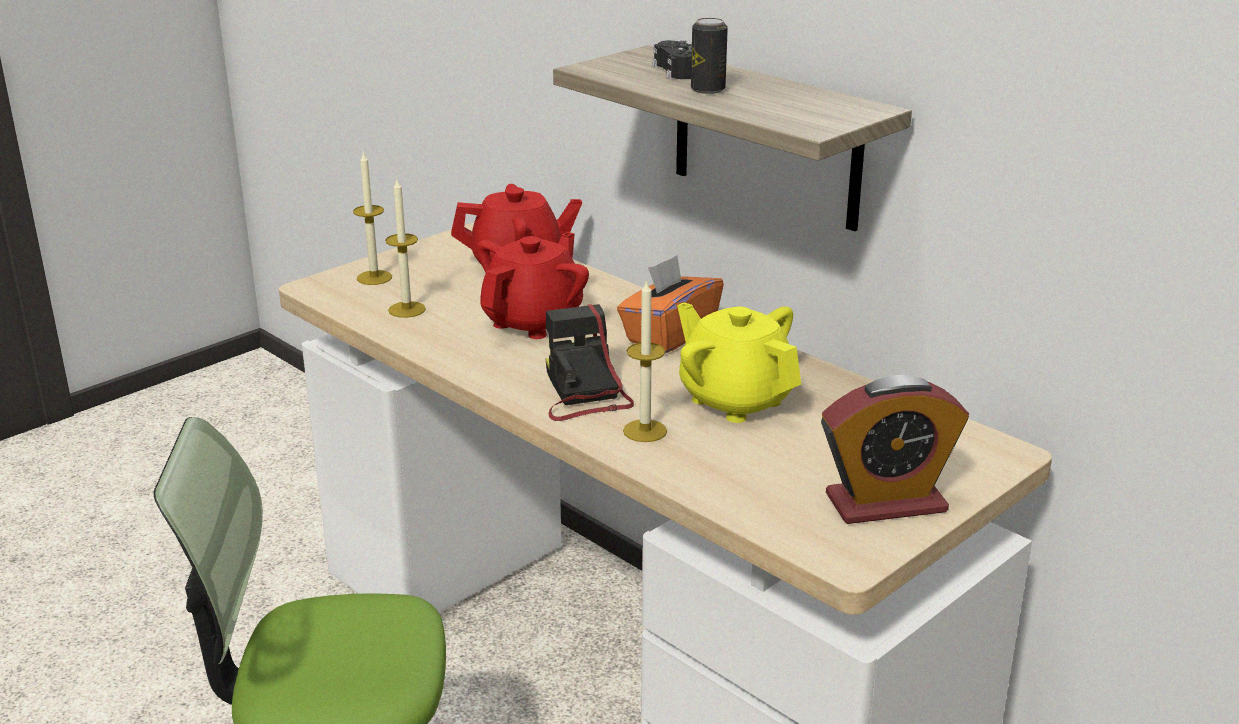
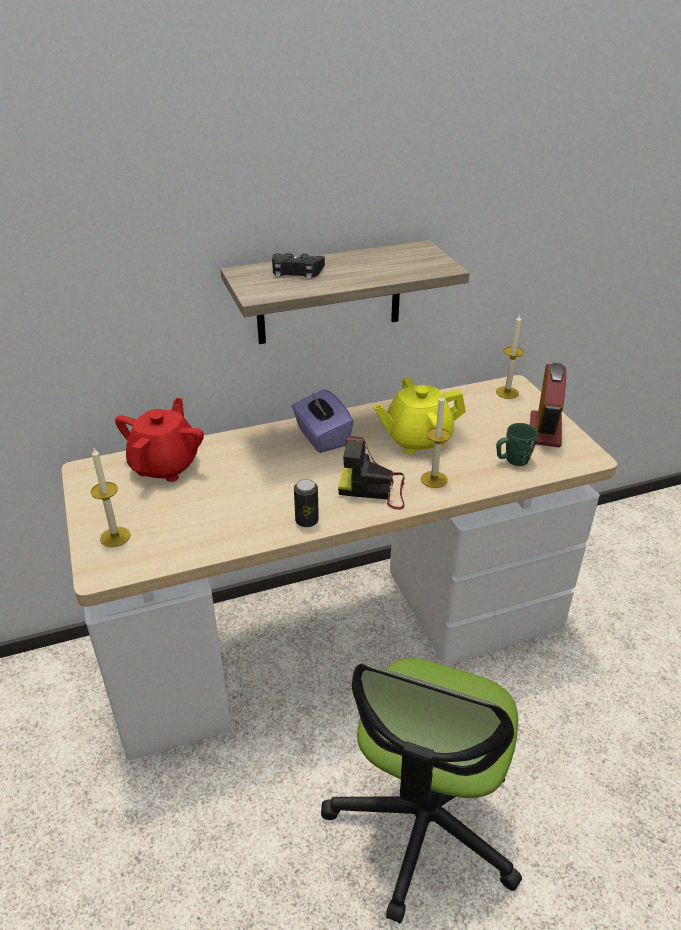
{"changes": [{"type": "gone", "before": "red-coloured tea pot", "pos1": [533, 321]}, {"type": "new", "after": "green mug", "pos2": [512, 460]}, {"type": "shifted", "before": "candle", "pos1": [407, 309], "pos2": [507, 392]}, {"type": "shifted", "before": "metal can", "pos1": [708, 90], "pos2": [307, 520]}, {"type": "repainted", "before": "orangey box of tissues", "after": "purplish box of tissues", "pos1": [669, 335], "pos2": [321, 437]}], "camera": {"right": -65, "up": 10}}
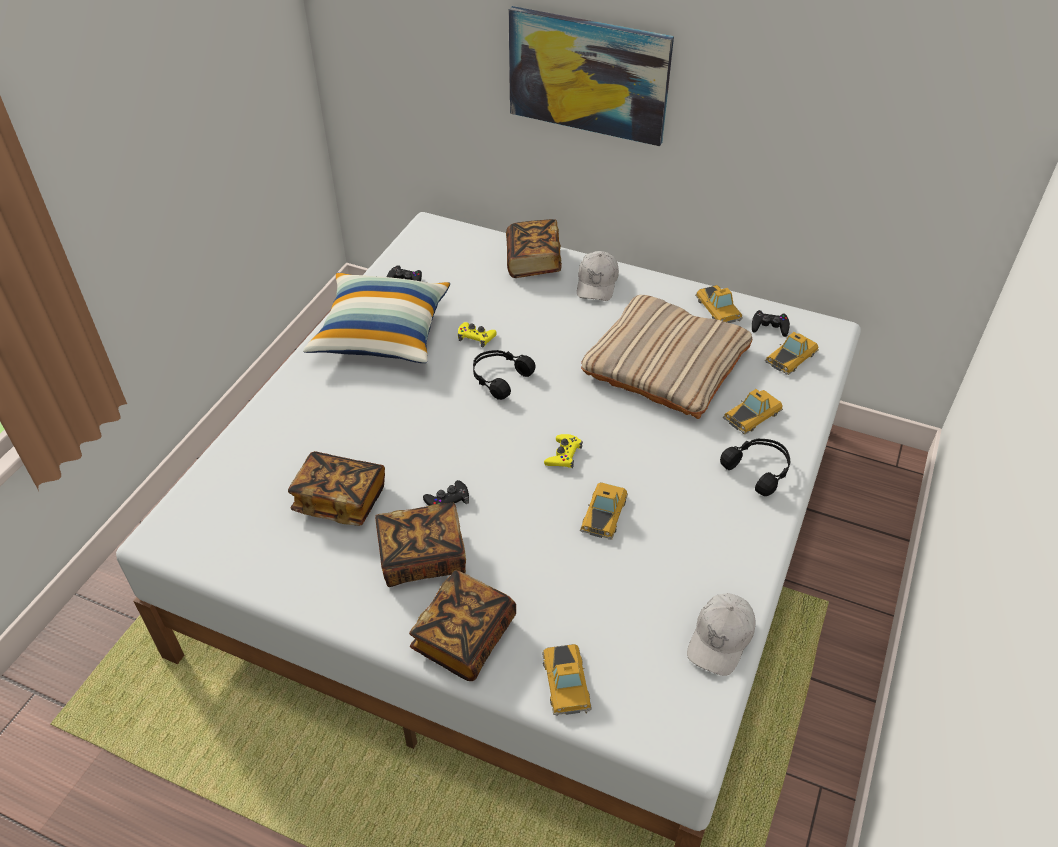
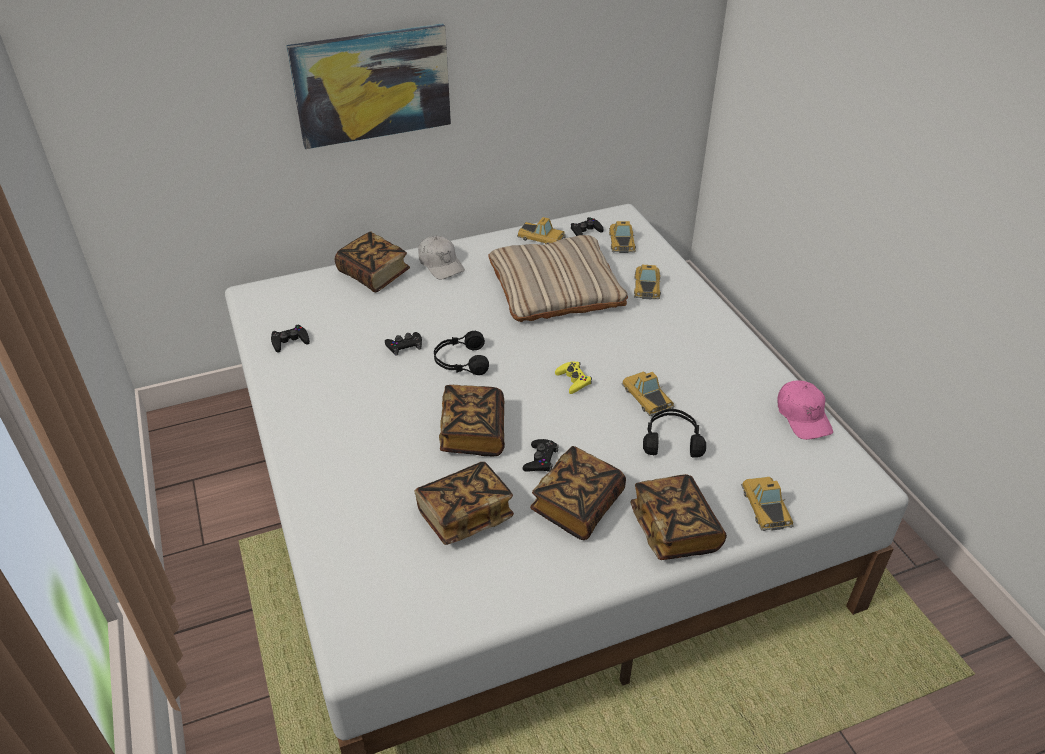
{"changes": [{"type": "gone", "before": "throw pillow", "pos1": [381, 333]}, {"type": "new", "after": "book", "pos2": [473, 433]}, {"type": "shifted", "before": "black headphones", "pos1": [758, 469], "pos2": [672, 440]}, {"type": "repainted", "before": "yellow joypad", "after": "black joypad", "pos1": [476, 337], "pos2": [404, 346]}, {"type": "repainted", "before": "white cap", "after": "pinkish cap", "pos1": [721, 639], "pos2": [803, 416]}, {"type": "rotated", "before": "model car", "pos1": [566, 683], "pos2": [766, 506], "turn": -135}], "camera": {"right": -45, "up": -5}}
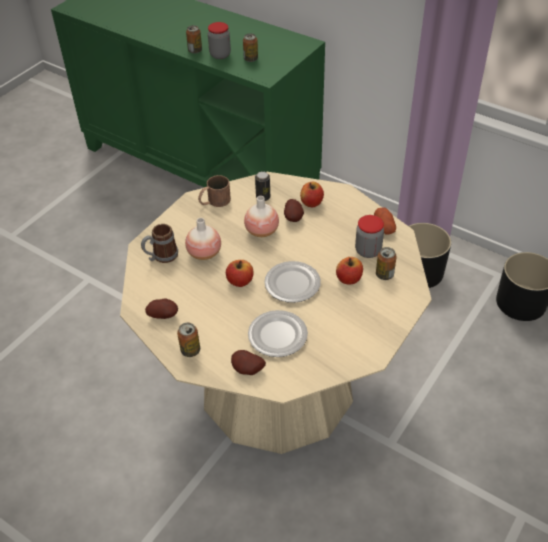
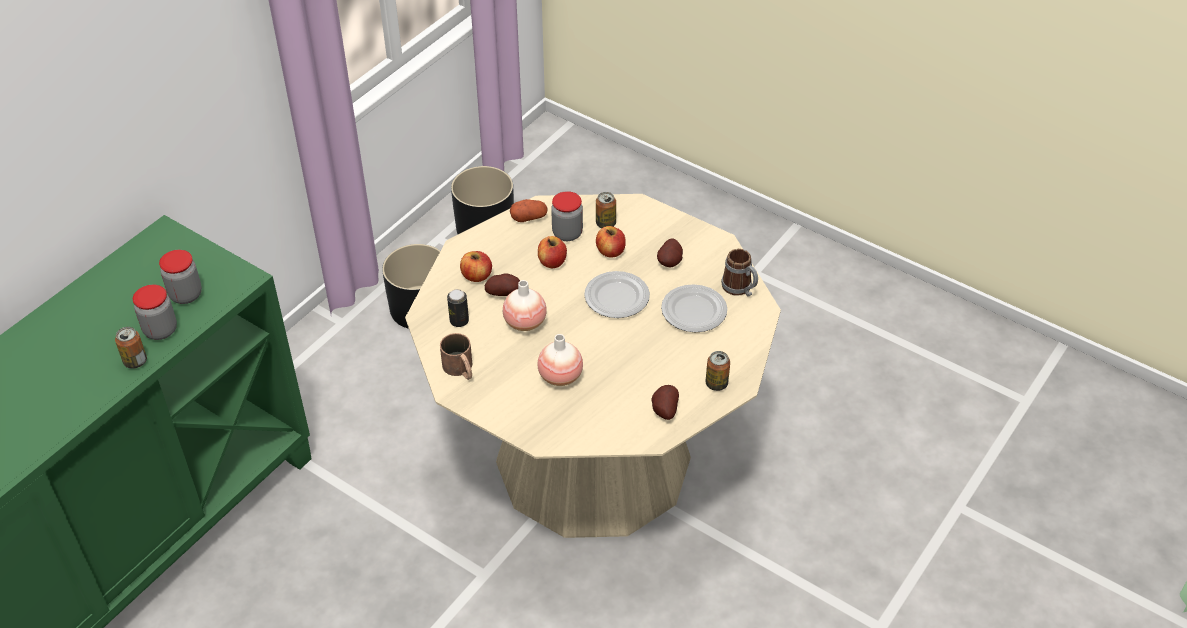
{"changes": [{"type": "shifted", "before": "mug", "pos1": [161, 257], "pos2": [740, 289]}, {"type": "shifted", "before": "apple fruit", "pos1": [240, 281], "pos2": [552, 262]}, {"type": "shifted", "before": "potato", "pos1": [247, 371], "pos2": [670, 262]}, {"type": "swapped", "before": "metal can", "after": "jar", "pos1": [251, 59], "pos2": [186, 295]}], "camera": {"right": -90, "up": 0}}
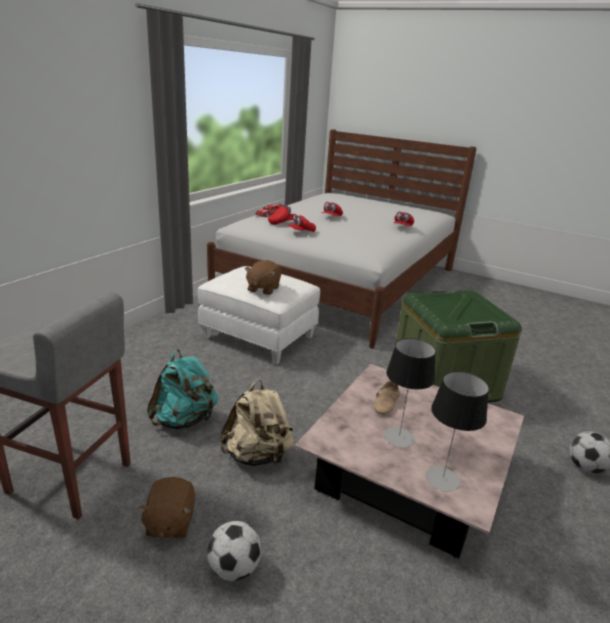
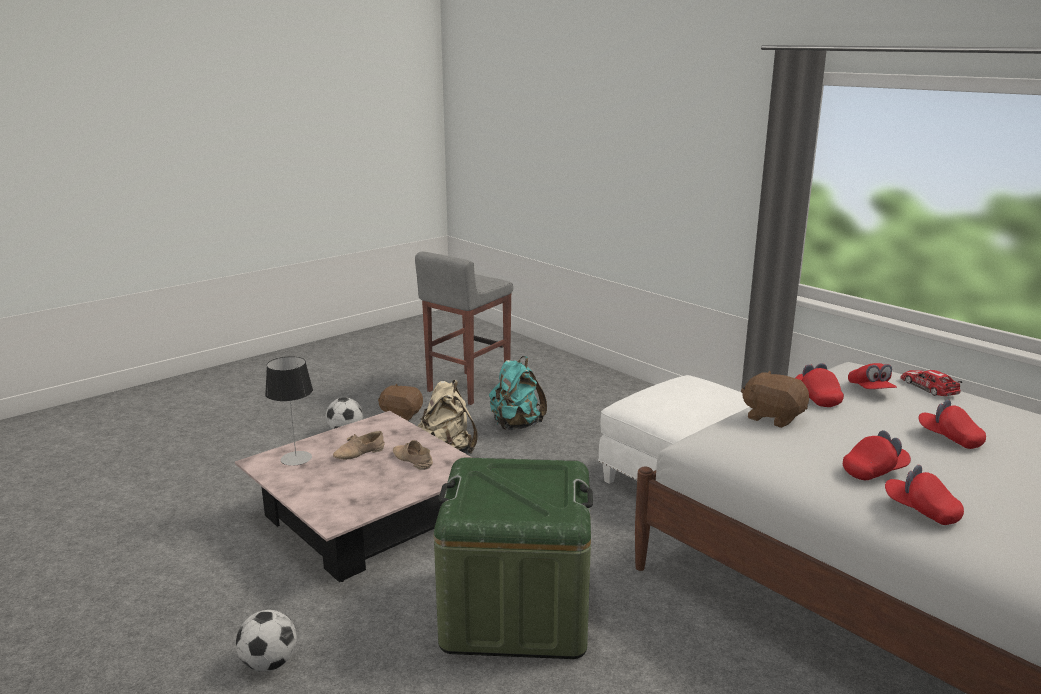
{"changes": [{"type": "new", "after": "red-coloured cap", "pos2": [874, 471]}, {"type": "shifted", "before": "brown cuddly toy", "pos1": [263, 289], "pos2": [773, 417]}, {"type": "swapped", "before": "tabletop lamp", "after": "sand-coloured low shoe", "pos1": [399, 437], "pos2": [359, 453]}], "camera": {"right": 110, "up": -5}}
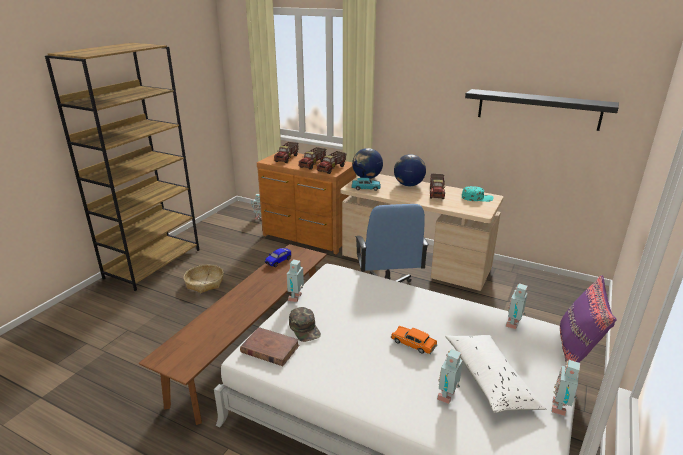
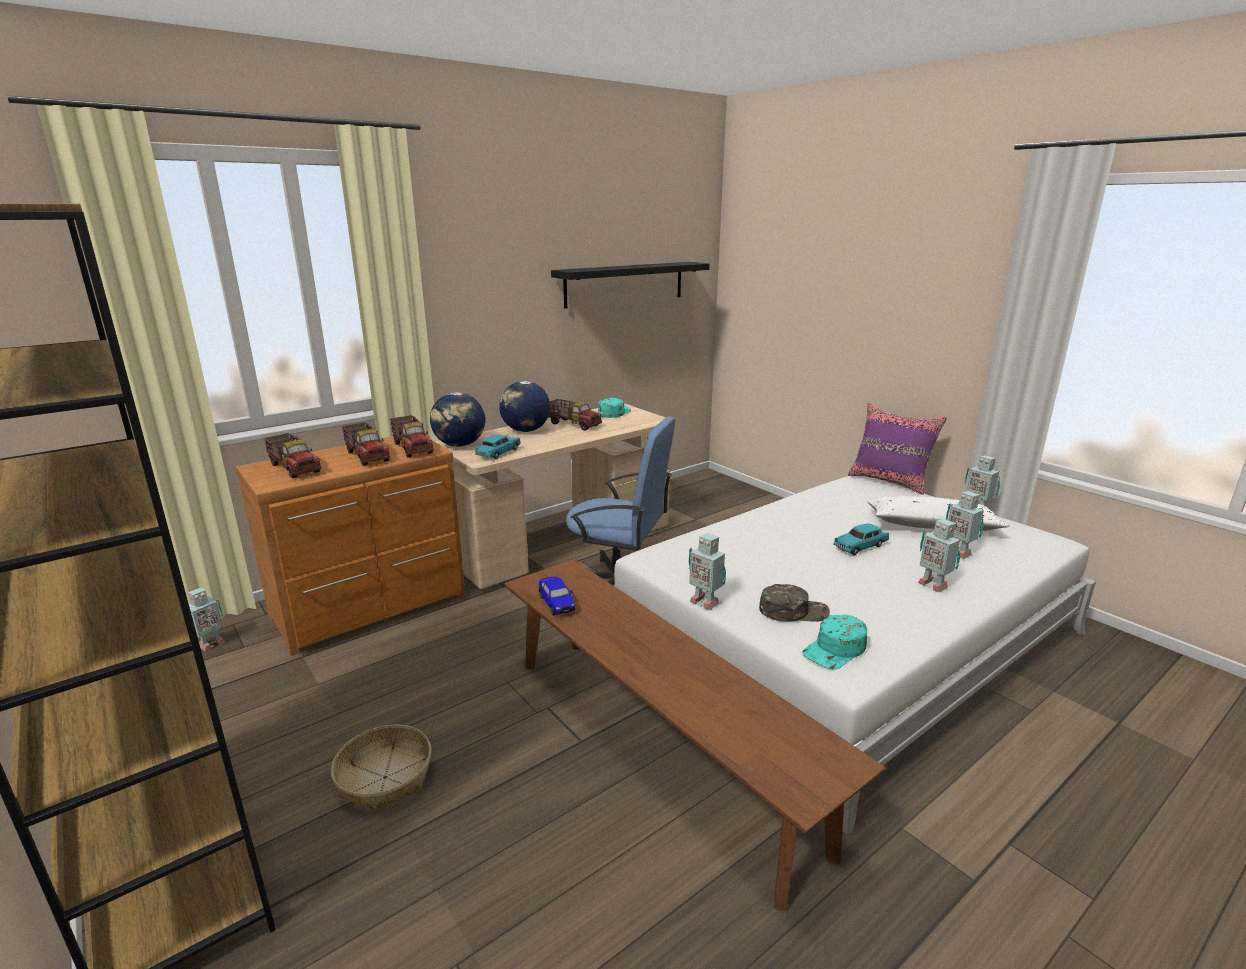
{"changes": [{"type": "shifted", "before": "robot figure", "pos1": [514, 324], "pos2": [933, 584]}, {"type": "swapped", "before": "brown book", "after": "turquoise cap", "pos1": [270, 349], "pos2": [835, 650]}, {"type": "repainted", "before": "orangey model car", "after": "turquoise model car", "pos1": [413, 344], "pos2": [860, 547]}], "camera": {"right": -65, "up": -5}}
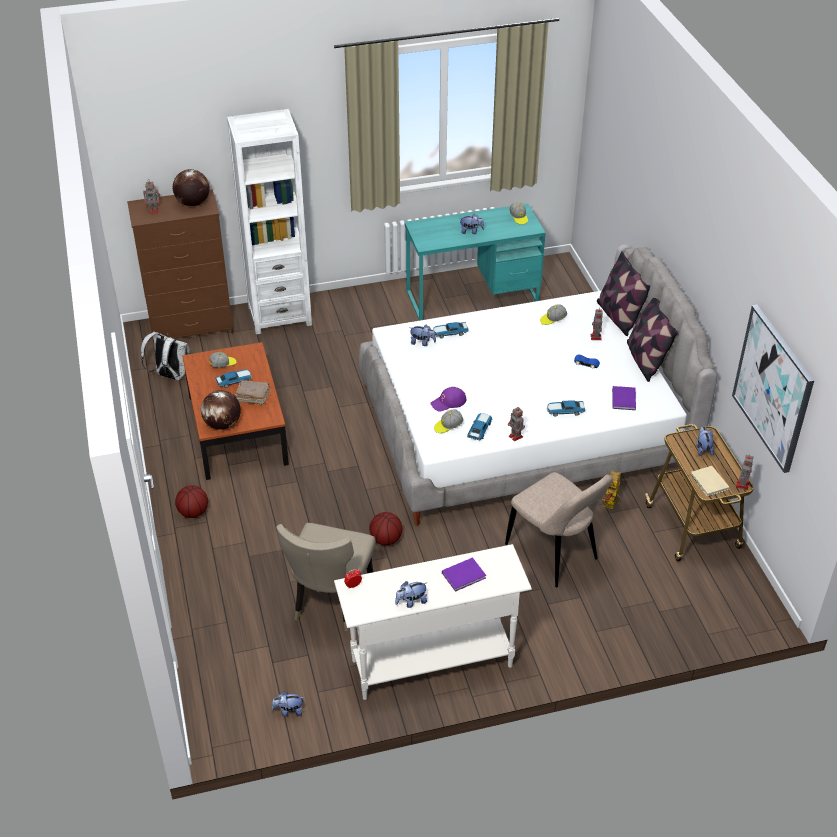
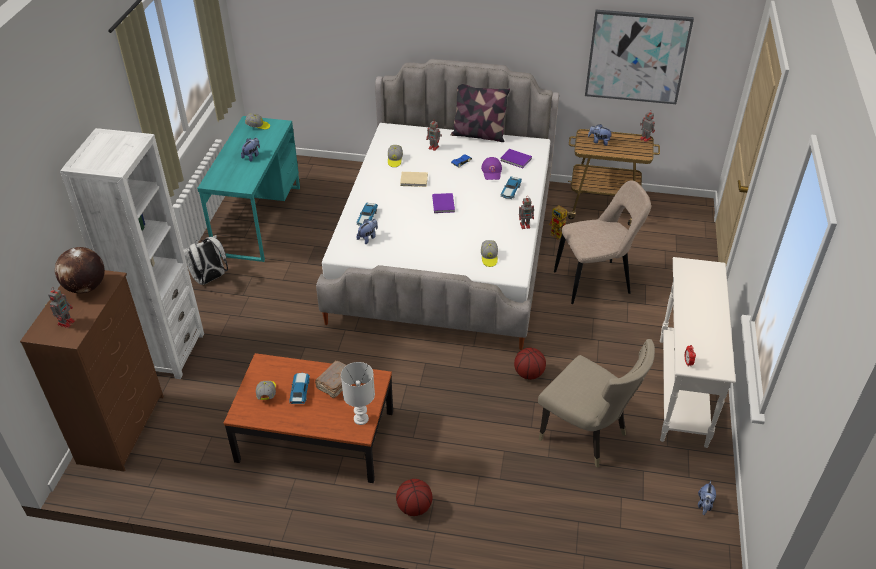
{"changes": [{"type": "gone", "before": "cuddly toy", "pos1": [411, 602]}, {"type": "gone", "before": "model car", "pos1": [479, 429]}, {"type": "gone", "before": "throw pillow", "pos1": [618, 317]}, {"type": "shifted", "before": "white backpack", "pos1": [170, 375], "pos2": [209, 279]}, {"type": "shifted", "before": "purplish cap", "pos1": [448, 402], "pos2": [492, 171]}, {"type": "shifted", "before": "purplish book", "pos1": [465, 575], "pos2": [443, 204]}, {"type": "shifted", "before": "sand-coloured book", "pos1": [709, 483], "pos2": [414, 180]}, {"type": "swapped", "before": "globe", "after": "white tabletop lamp", "pos1": [222, 424], "pos2": [361, 419]}], "camera": {"right": -65, "up": 0}}
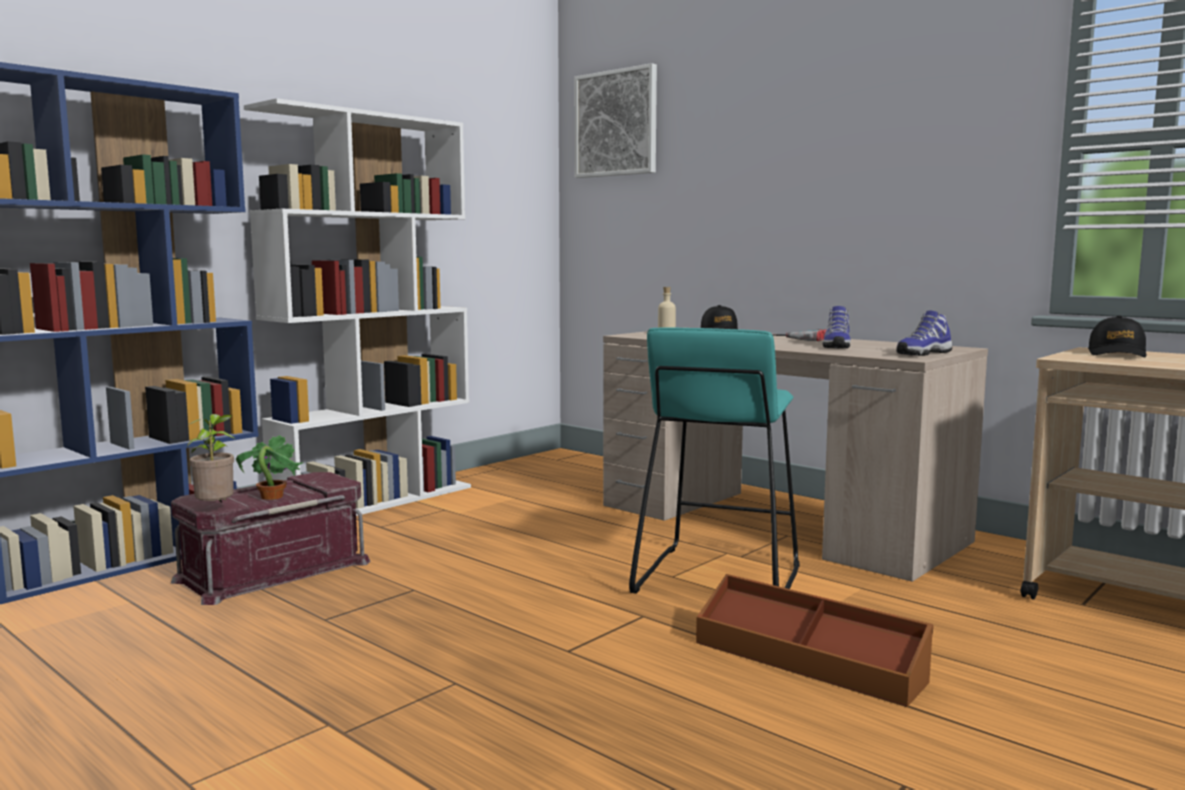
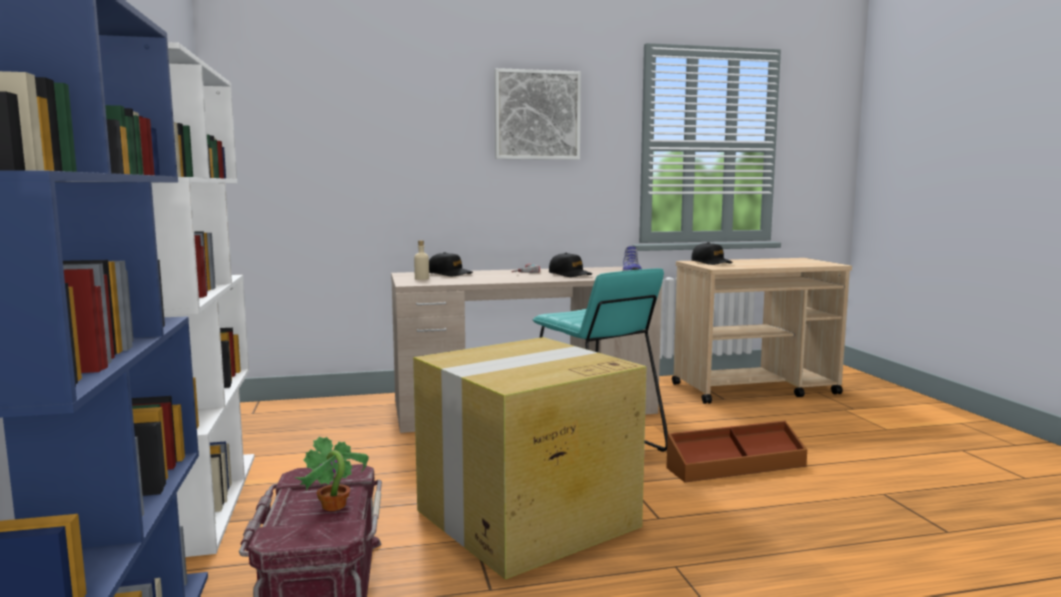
{"changes": [{"type": "gone", "before": "plant in a pot", "pos1": [216, 509]}, {"type": "new", "after": "carton", "pos2": [524, 519]}, {"type": "shifted", "before": "picture", "pos1": [616, 123], "pos2": [537, 115]}, {"type": "swapped", "before": "low shoe", "after": "black cap", "pos1": [836, 346], "pos2": [570, 274]}], "camera": {"right": -55, "up": 0}}
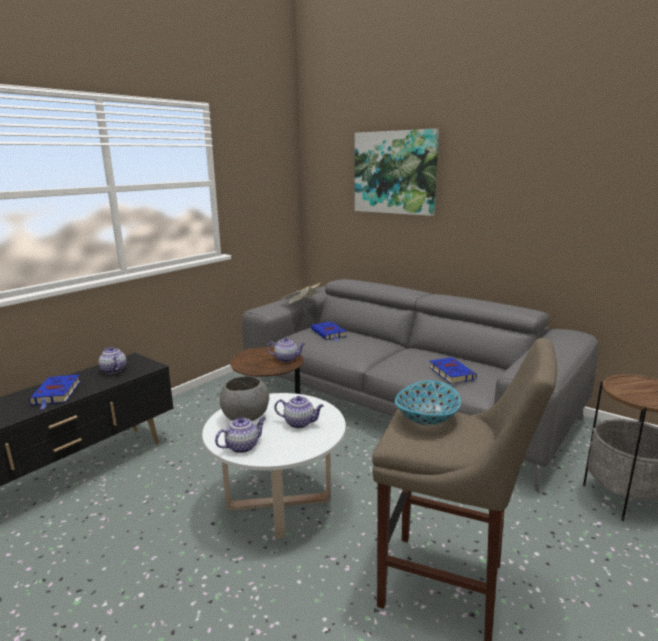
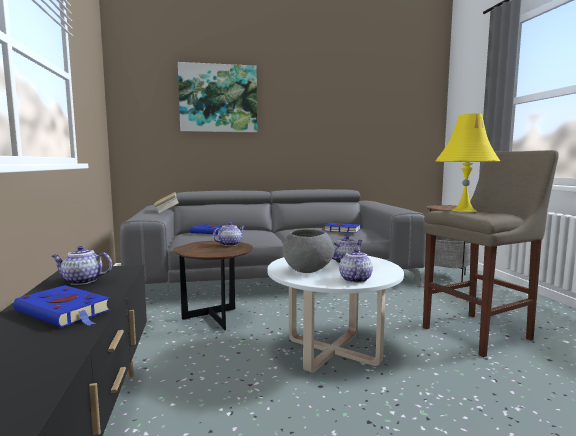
{"changes": [{"type": "swapped", "before": "deep dish", "after": "yellow tabletop lamp", "pos1": [427, 418], "pos2": [464, 210]}], "camera": {"right": -50, "up": -10}}
